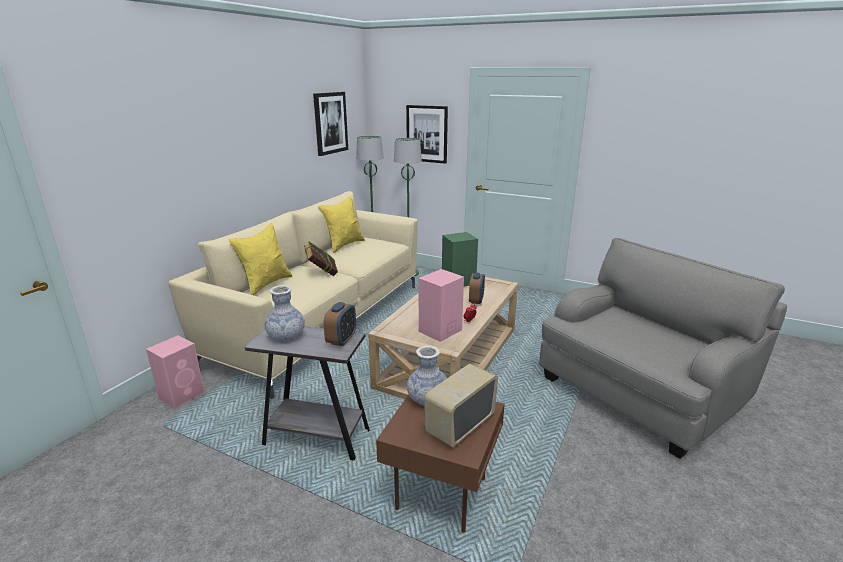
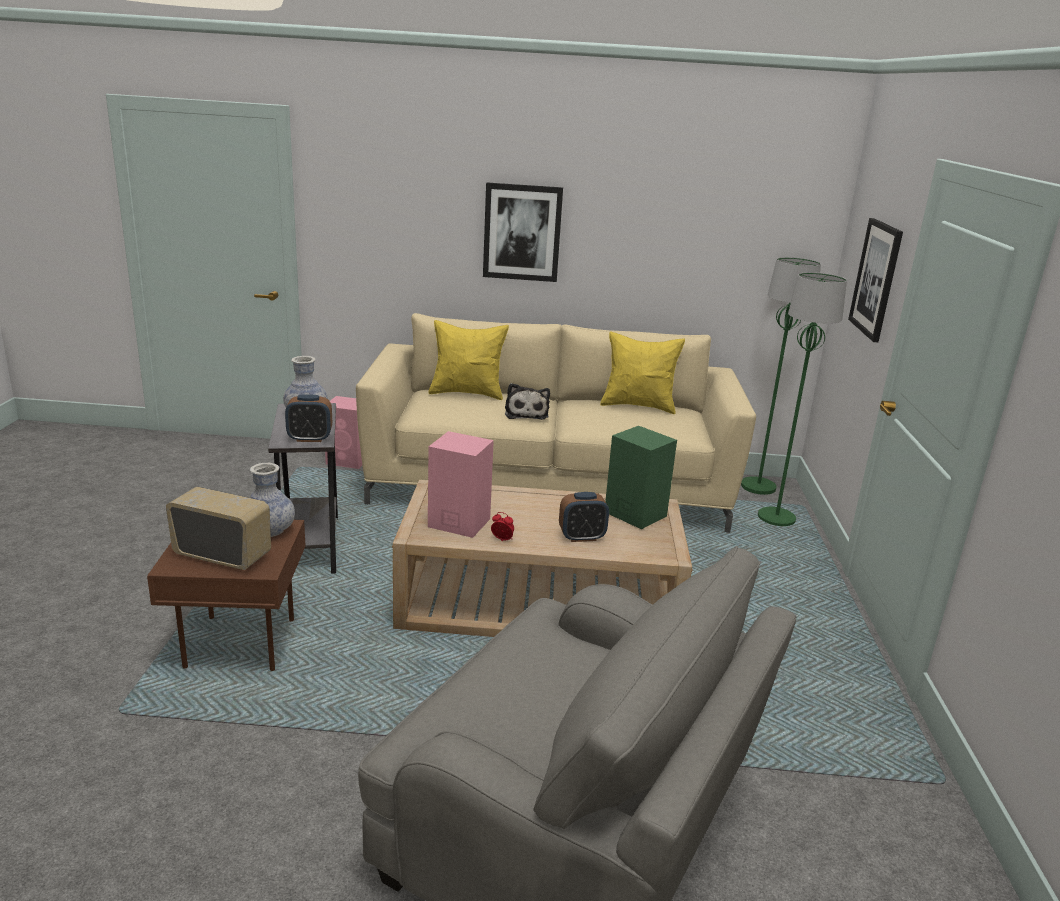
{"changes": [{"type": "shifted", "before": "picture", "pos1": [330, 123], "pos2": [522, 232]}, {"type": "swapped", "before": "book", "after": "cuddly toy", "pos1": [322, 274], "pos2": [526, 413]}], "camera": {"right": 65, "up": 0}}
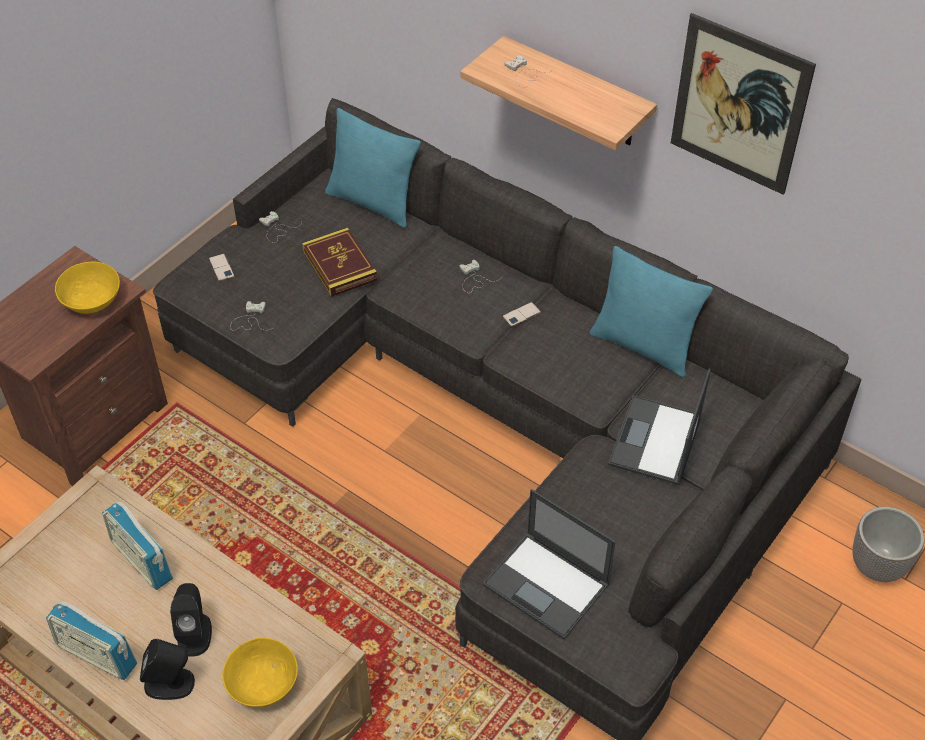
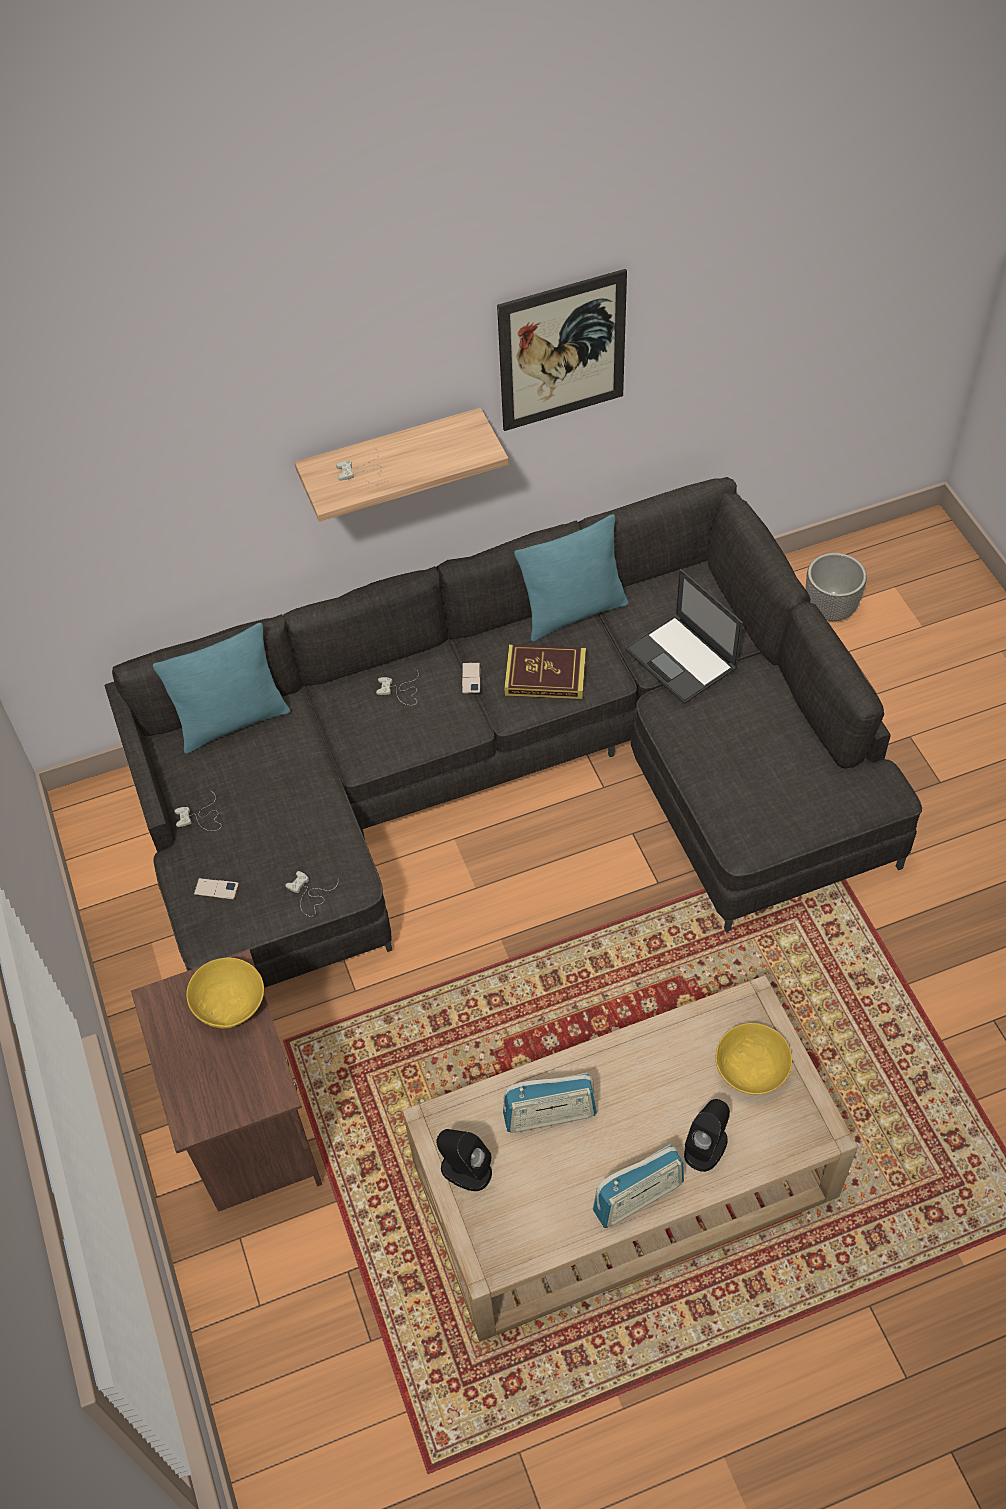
{"changes": [{"type": "gone", "before": "portable computer", "pos1": [547, 585]}, {"type": "shifted", "before": "black loudspeaker", "pos1": [194, 633], "pos2": [465, 1169]}, {"type": "shifted", "before": "book", "pos1": [340, 265], "pos2": [545, 675]}], "camera": {"right": -55, "up": 5}}
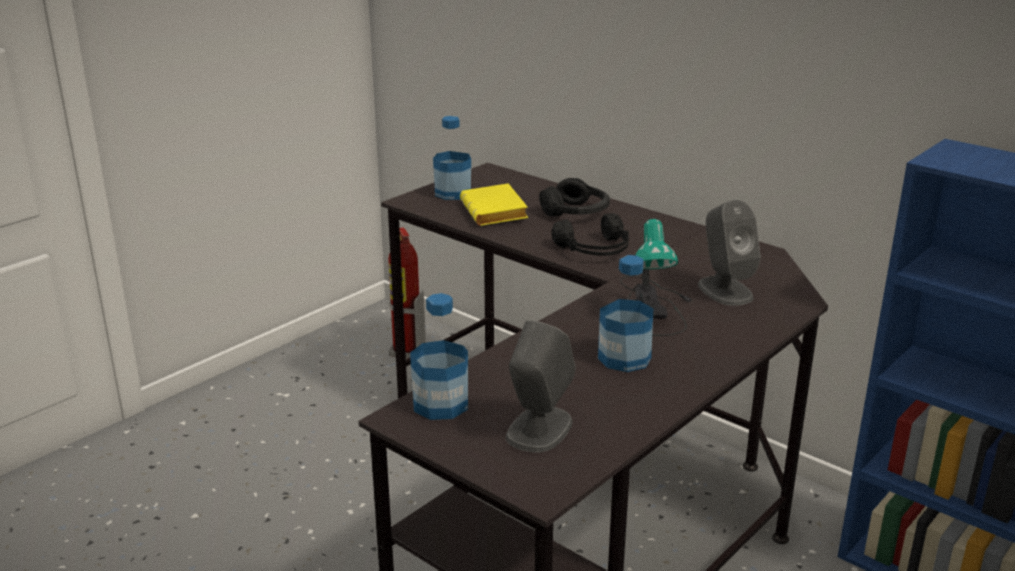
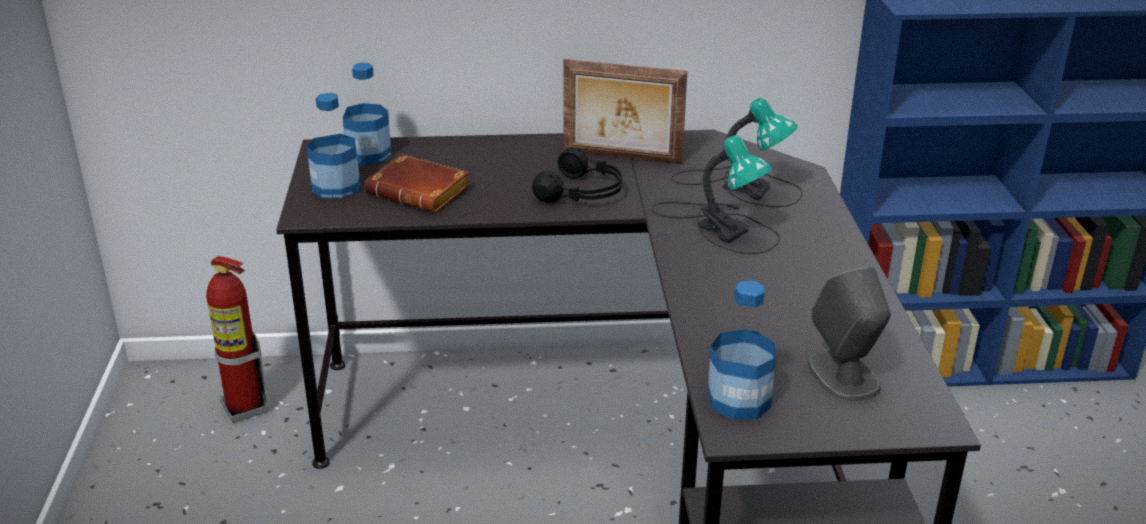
{"changes": [{"type": "gone", "before": "black headphones", "pos1": [576, 212]}, {"type": "new", "after": "photo frame", "pos2": [621, 157]}, {"type": "shifted", "before": "bottle", "pos1": [624, 358], "pos2": [368, 154]}, {"type": "swapped", "before": "grey loudspeaker", "after": "tabletop lamp", "pos1": [725, 290], "pos2": [742, 186]}, {"type": "repainted", "before": "yellow book", "after": "brown book", "pos1": [496, 212], "pos2": [422, 191]}], "camera": {"right": -45, "up": 5}}
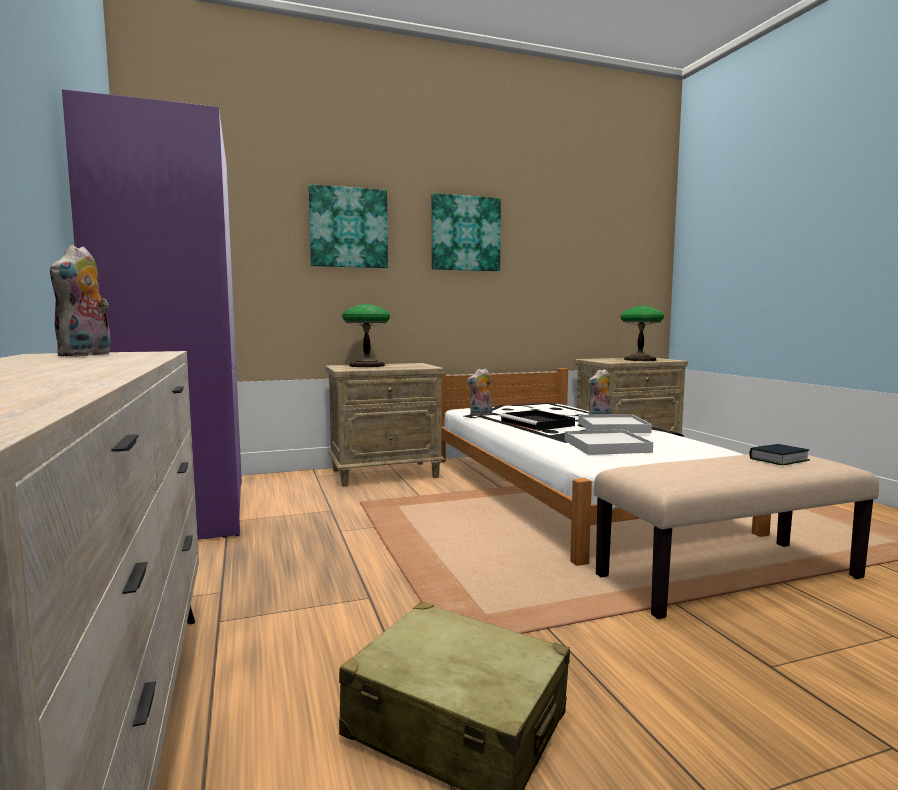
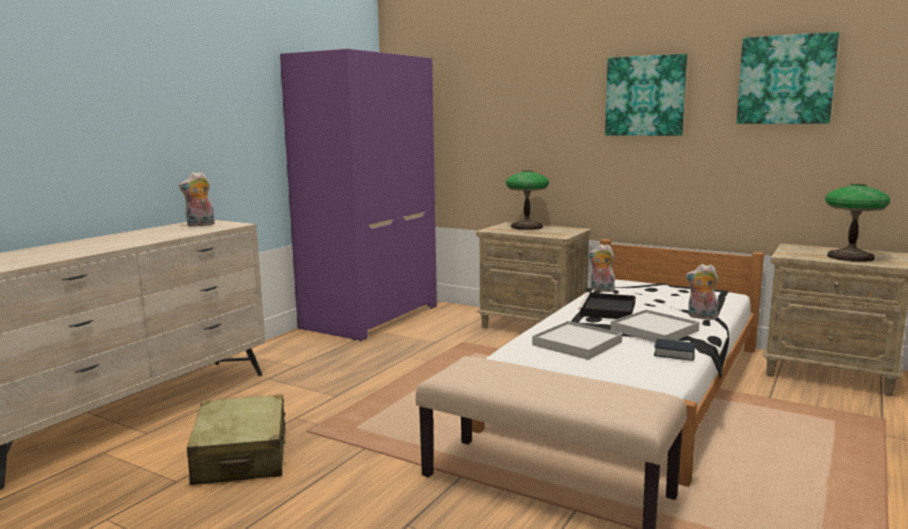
{"changes": [{"type": "shifted", "before": "picture", "pos1": [348, 228], "pos2": [786, 80]}, {"type": "shifted", "before": "book", "pos1": [778, 460], "pos2": [674, 354]}], "camera": {"right": 50, "up": 5}}
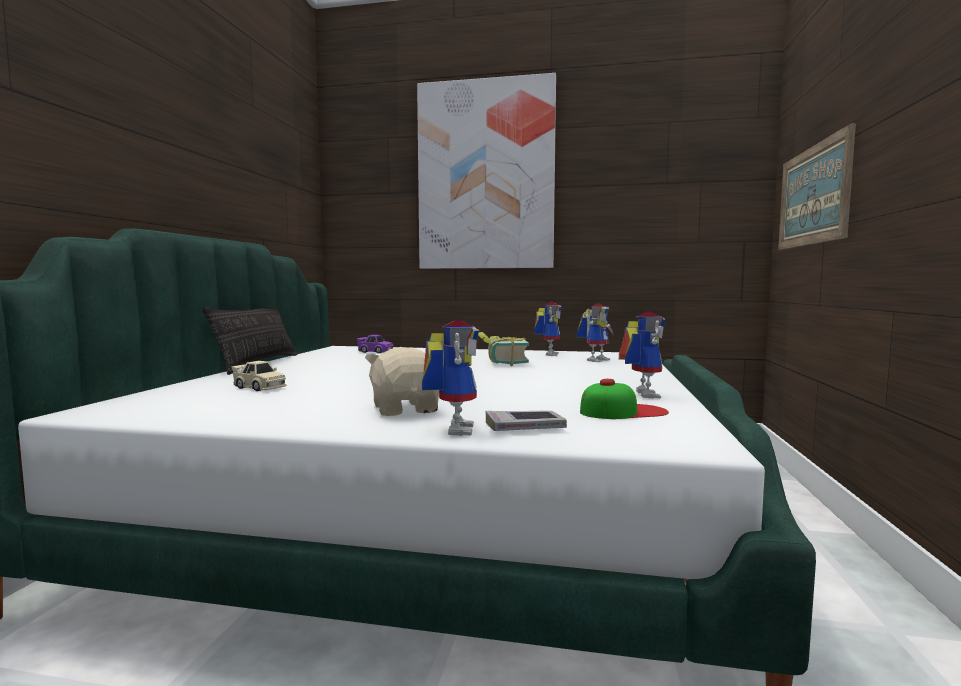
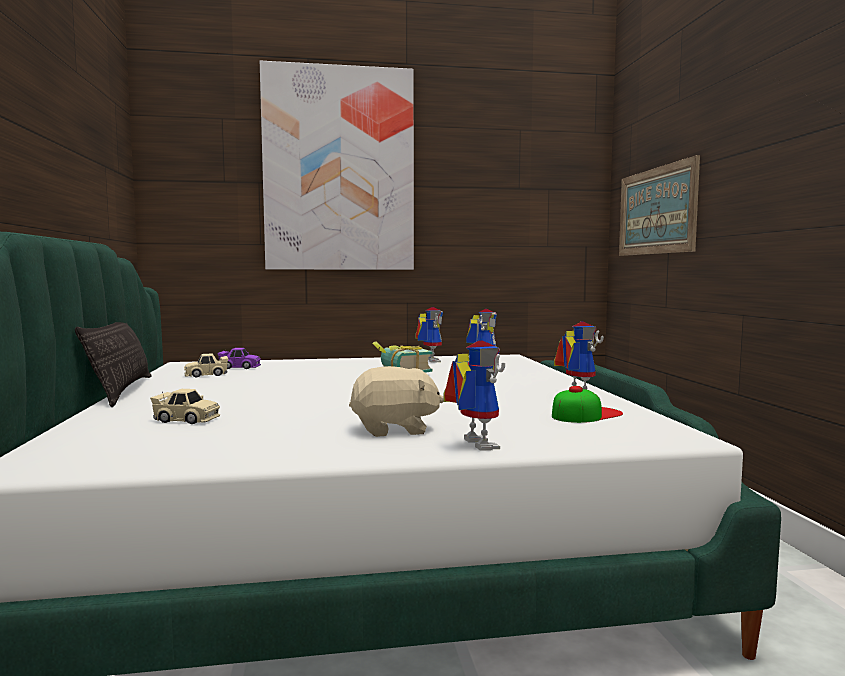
{"changes": [{"type": "gone", "before": "book", "pos1": [524, 427]}, {"type": "new", "after": "sand-coloured model car", "pos2": [206, 375]}, {"type": "rotated", "before": "sand-coloured cuddly toy", "pos1": [406, 409], "pos2": [394, 429], "turn": 120}], "camera": {"right": -20, "up": 0}}
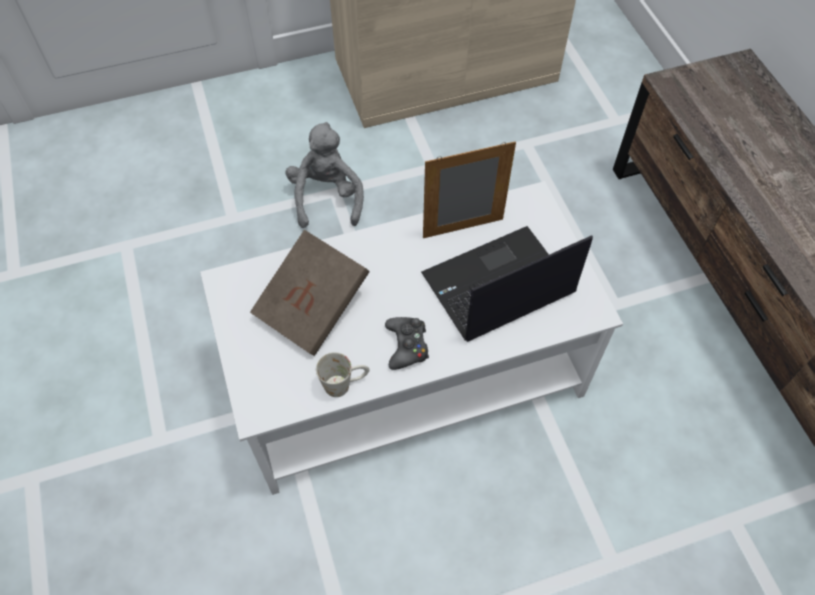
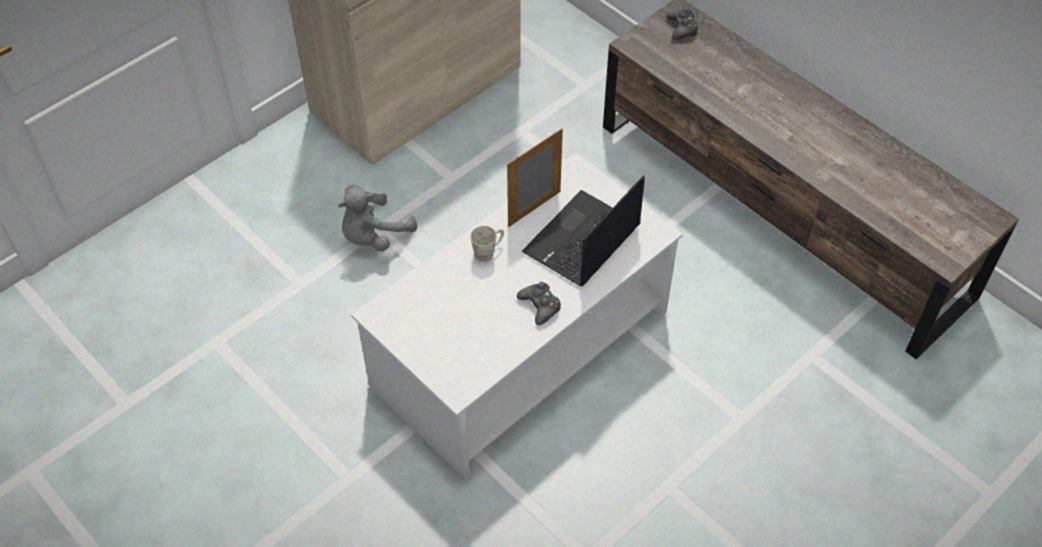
{"changes": [{"type": "gone", "before": "brown book", "pos1": [313, 306]}, {"type": "new", "after": "black joypad", "pos2": [682, 28]}, {"type": "shifted", "before": "white mug", "pos1": [345, 384], "pos2": [489, 251]}, {"type": "rotated", "before": "grey cuddly toy", "pos1": [327, 197], "pos2": [374, 236], "turn": -105}], "camera": {"right": -25, "up": -5}}
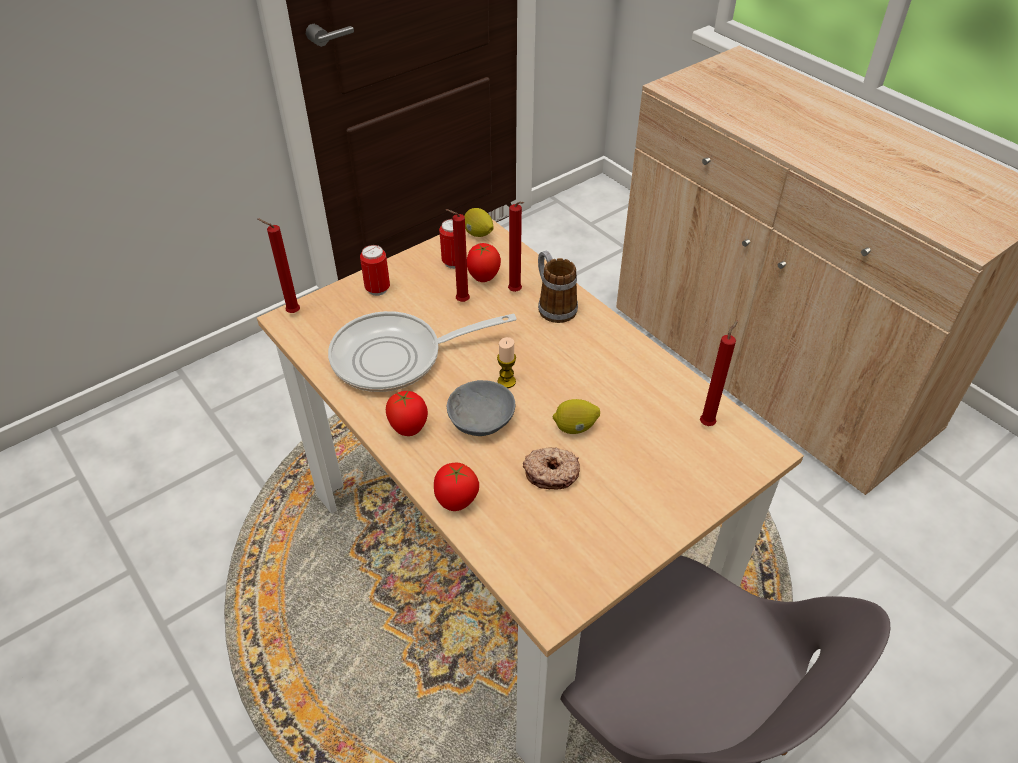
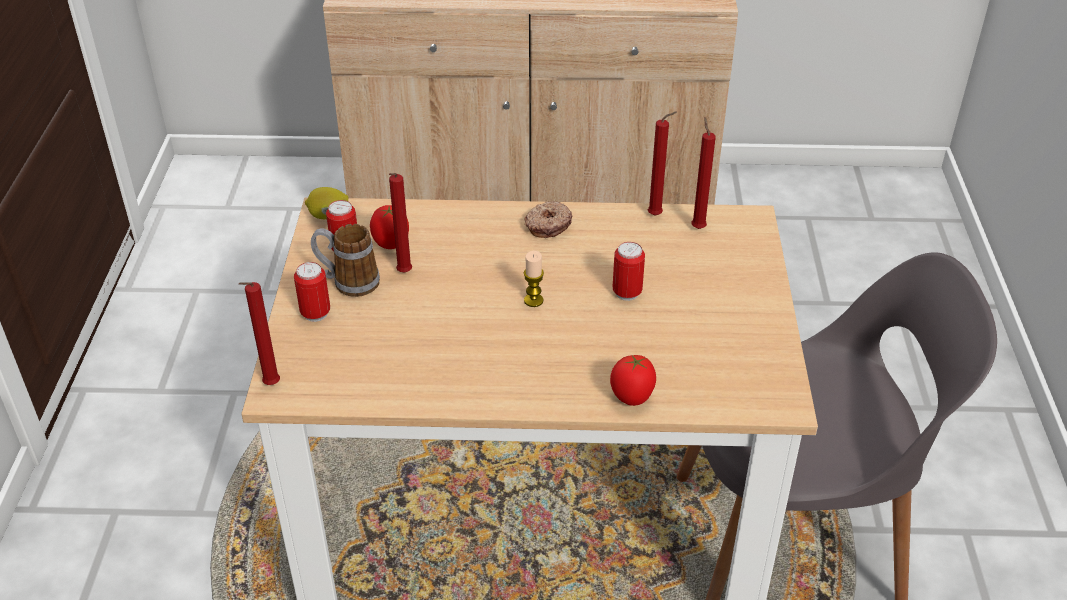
{"changes": [{"type": "gone", "before": "pan", "pos1": [397, 357]}, {"type": "gone", "before": "whole tomato", "pos1": [409, 429]}, {"type": "gone", "before": "grey deep dish", "pos1": [482, 421]}, {"type": "shifted", "before": "red-coloured candle", "pos1": [516, 293], "pos2": [657, 215]}, {"type": "shifted", "before": "ring doughnut", "pos1": [551, 472], "pos2": [547, 225]}, {"type": "shifted", "before": "mug", "pos1": [553, 306], "pos2": [348, 282]}, {"type": "swapped", "before": "lemon", "after": "metal can", "pos1": [575, 427], "pos2": [627, 293]}], "camera": {"right": -50, "up": -5}}
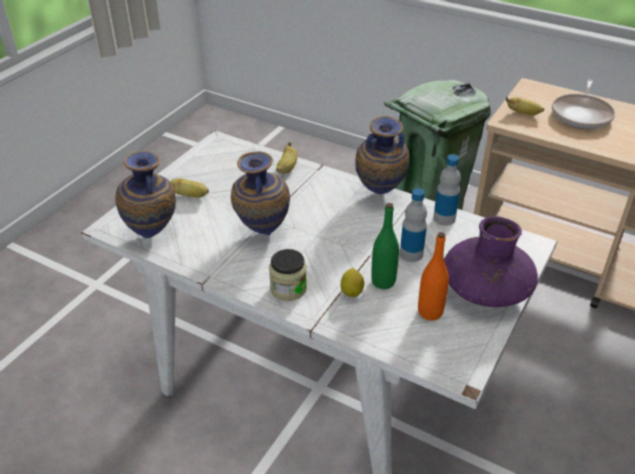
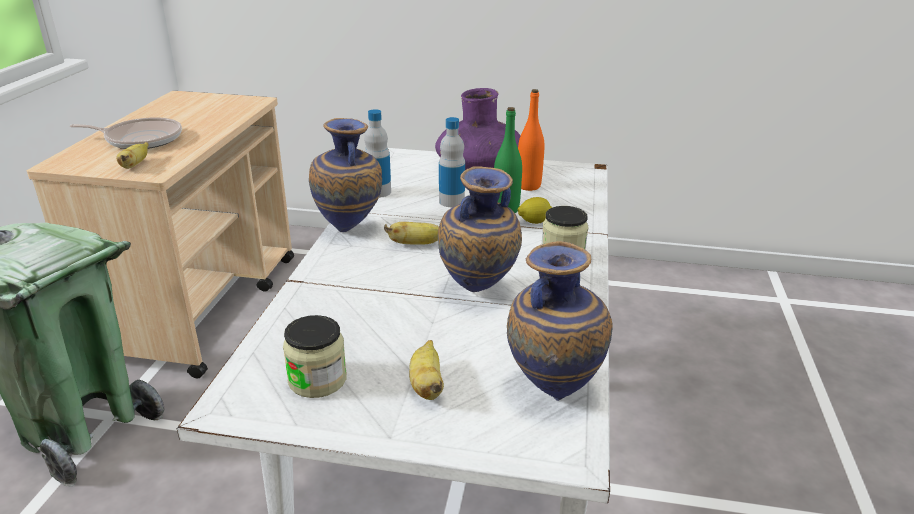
{"changes": [{"type": "new", "after": "jar", "pos2": [317, 380]}, {"type": "shifted", "before": "banana fruit", "pos1": [287, 168], "pos2": [416, 244]}], "camera": {"right": -110, "up": -10}}
